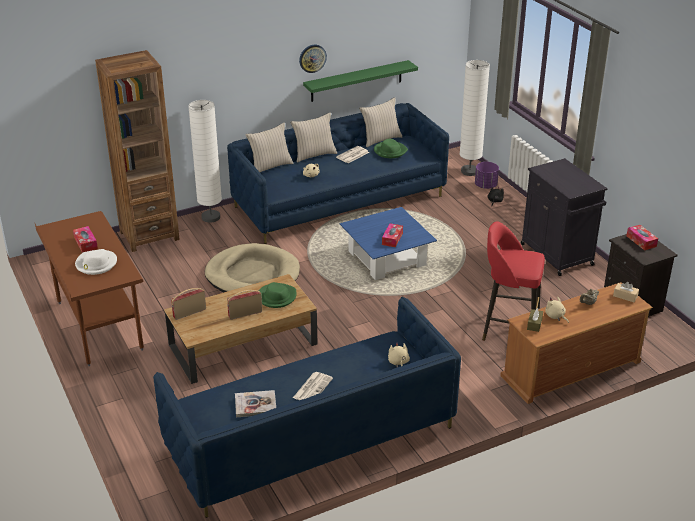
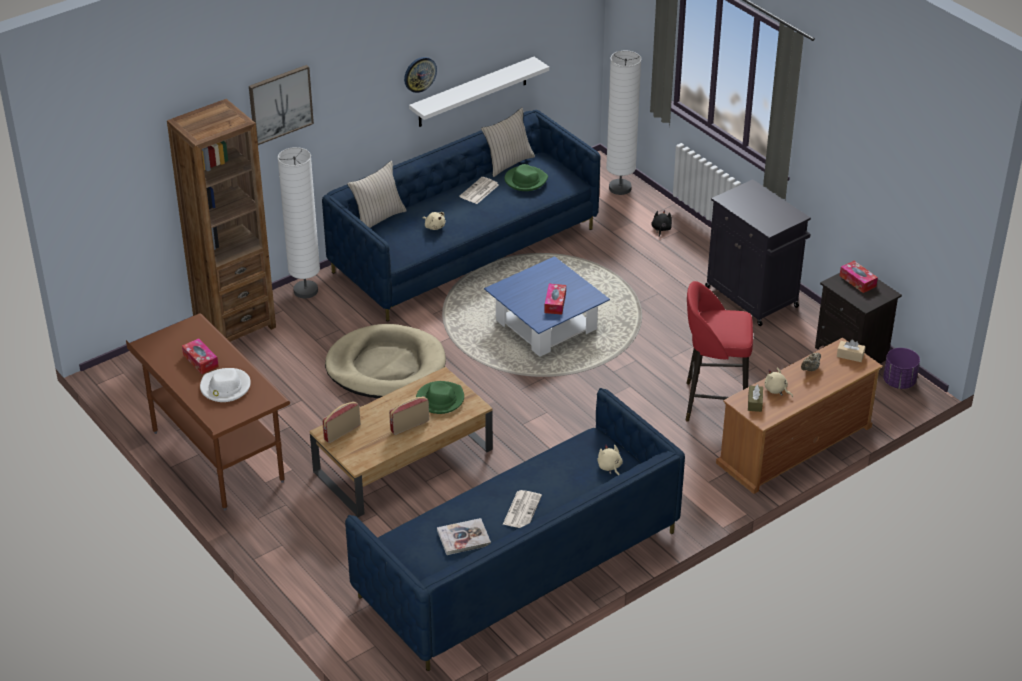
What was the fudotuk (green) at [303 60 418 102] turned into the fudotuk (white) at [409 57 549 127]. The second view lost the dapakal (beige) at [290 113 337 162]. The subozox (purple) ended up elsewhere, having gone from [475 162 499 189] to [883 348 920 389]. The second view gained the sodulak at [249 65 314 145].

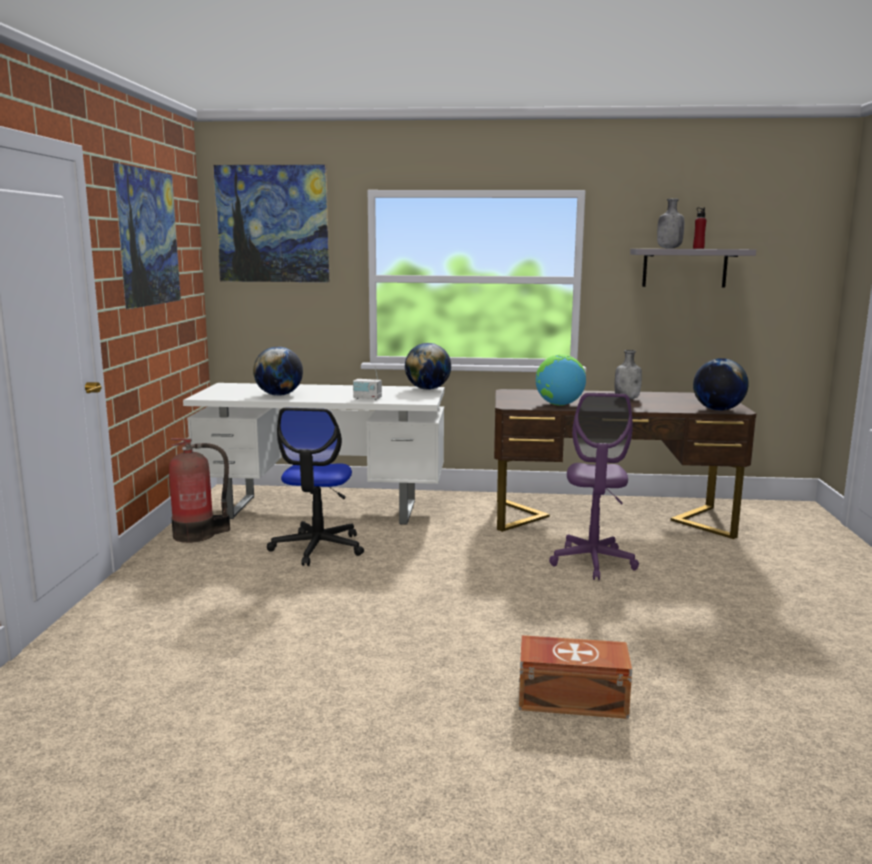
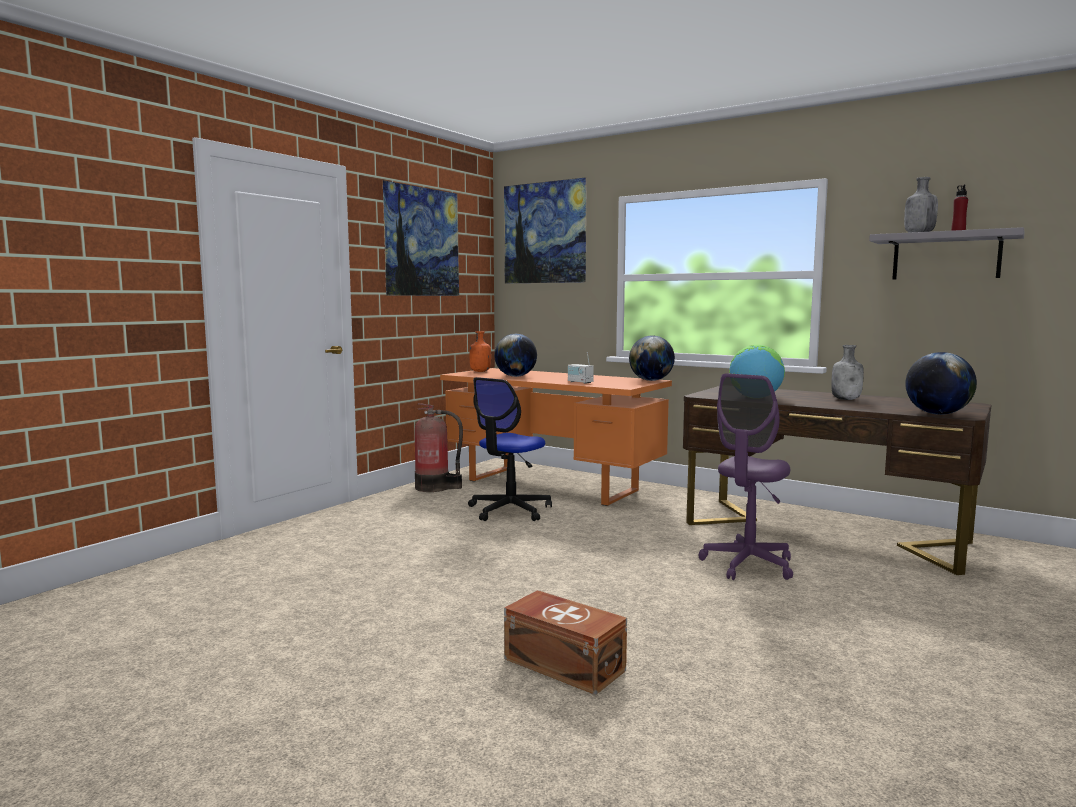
What was the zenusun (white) at [183 383 444 525] turned into the zenusun (orange) at [440 368 672 506]. The second view gained the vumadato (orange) at [469 331 491 372].

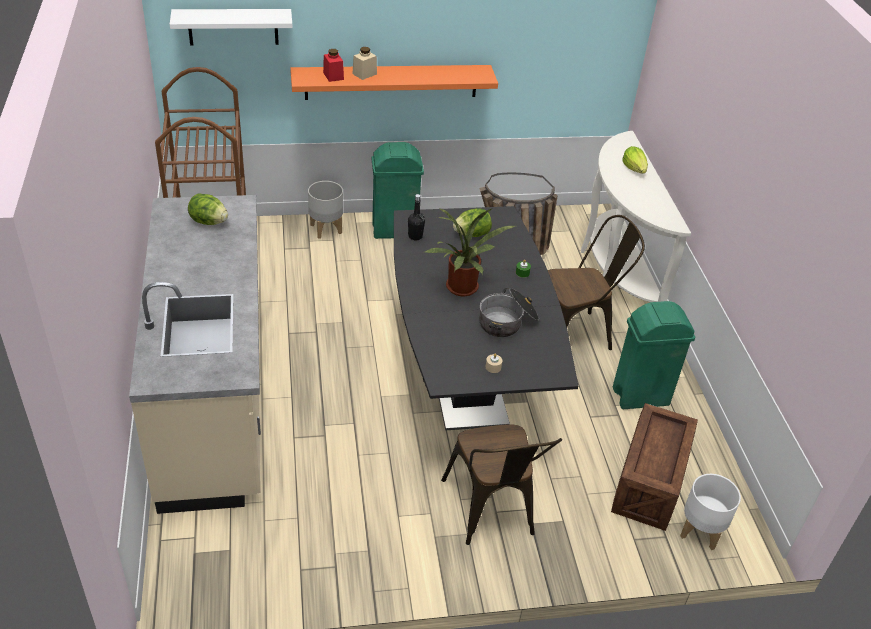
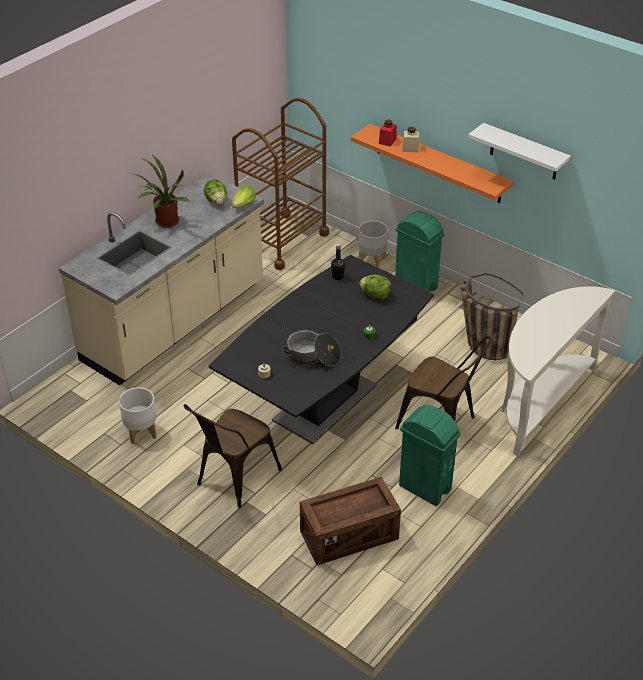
The fudotuk (white) ended up elsewhere, having gone from [170 9 293 45] to [468 123 571 180]. The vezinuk ended up elsewhere, having gone from [622 146 648 174] to [232 186 256 208]. The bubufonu ended up elsewhere, having gone from [425 208 515 296] to [134 155 190 228]. The subozox (white) ended up elsewhere, having gone from [680 474 741 550] to [119 387 157 444].

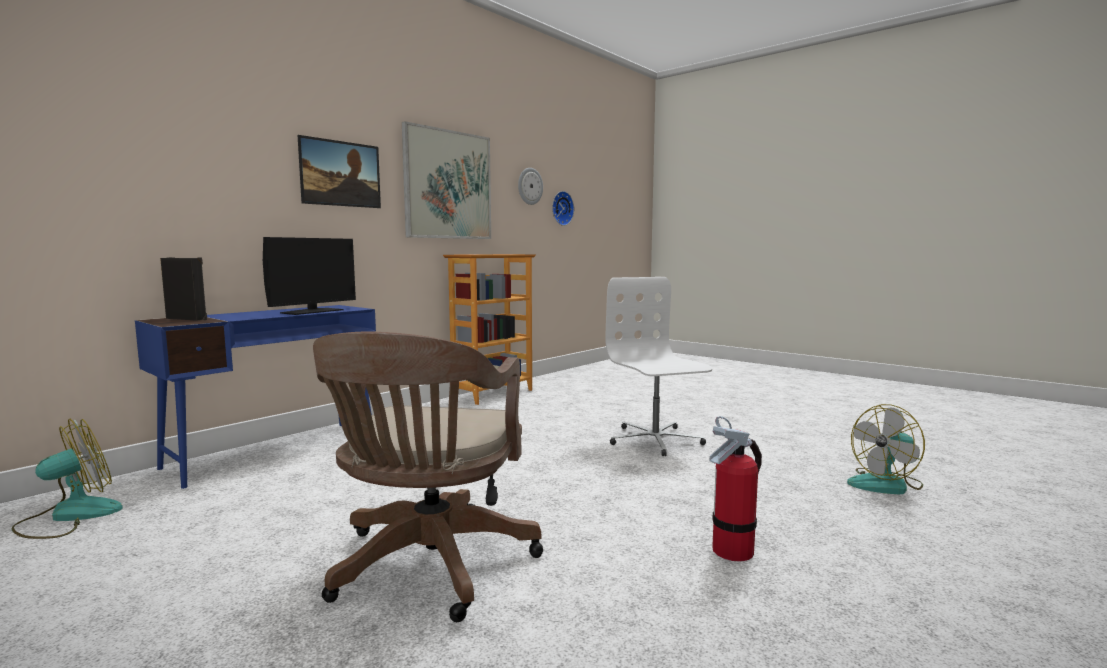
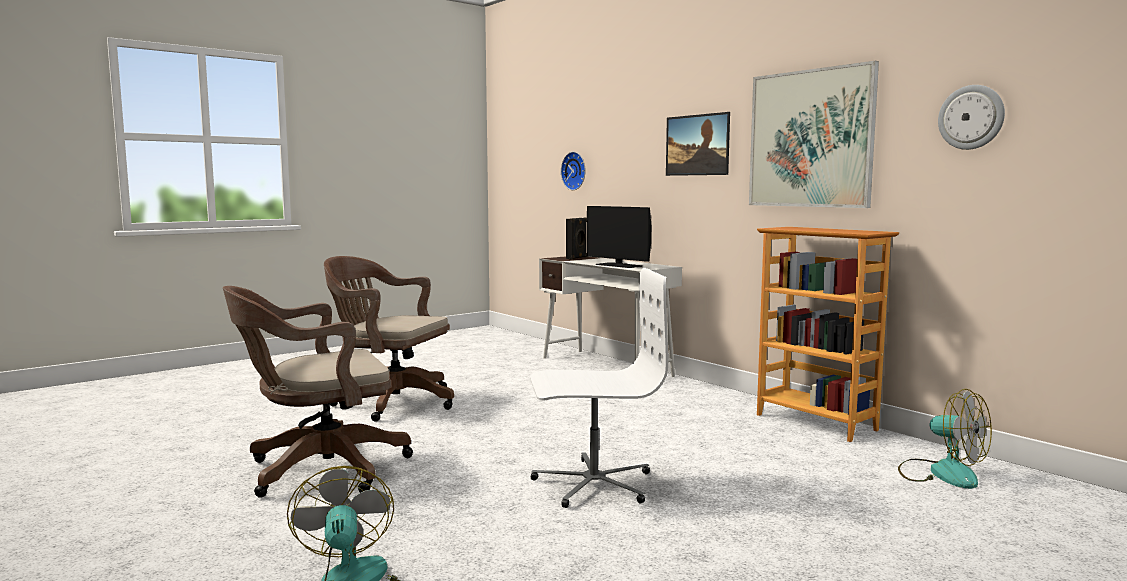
The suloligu ended up elsewhere, having gone from [552 191 574 226] to [561 152 586 190]. What was the zenusun (blue) at [135 305 376 489] turned into the zenusun (white) at [539 256 682 377]. Where the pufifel stood at [710 416 762 562], the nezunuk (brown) came to stand at [223 286 413 498]. The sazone ended up elsewhere, having gone from [11 418 123 539] to [898 389 992 489].

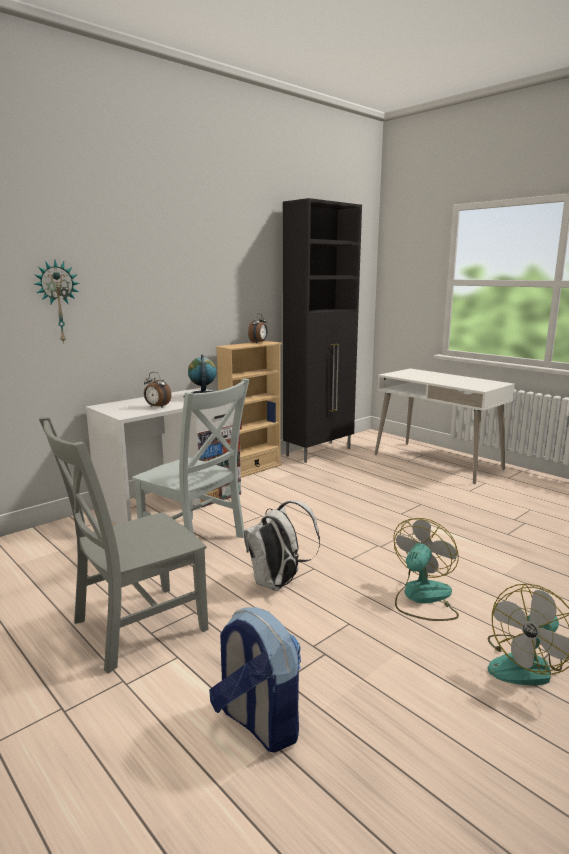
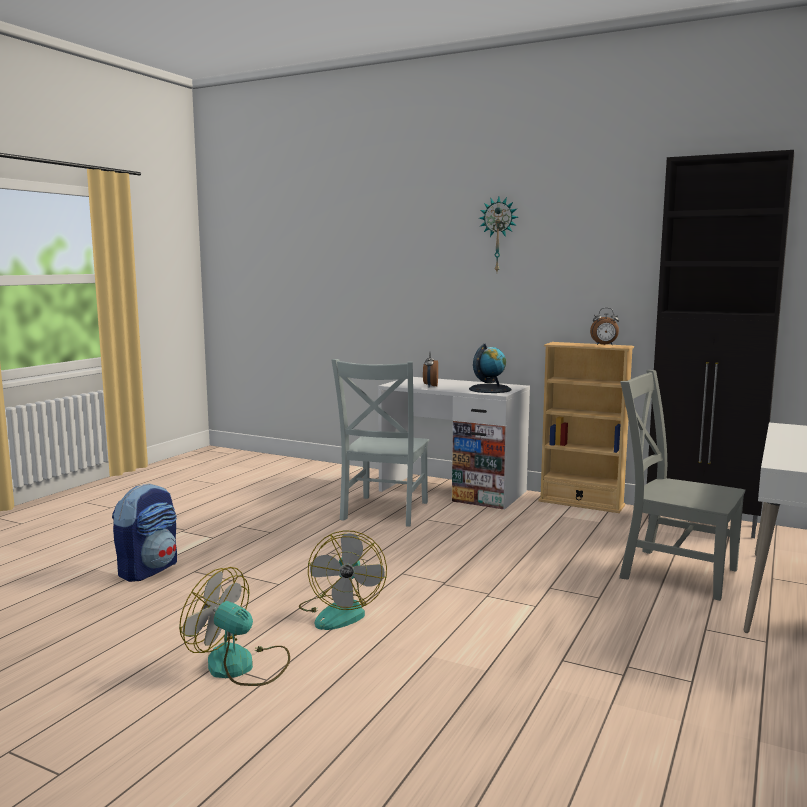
The suloligu ended up elsewhere, having gone from [34 260 80 344] to [479 197 518 271]. The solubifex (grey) ended up elsewhere, having gone from [39 417 209 673] to [619 370 745 601]. The second view lost the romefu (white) at [243 500 320 591]. The sazone at [393 518 459 621] ended up facing another way, 75 degrees clockwise from before.

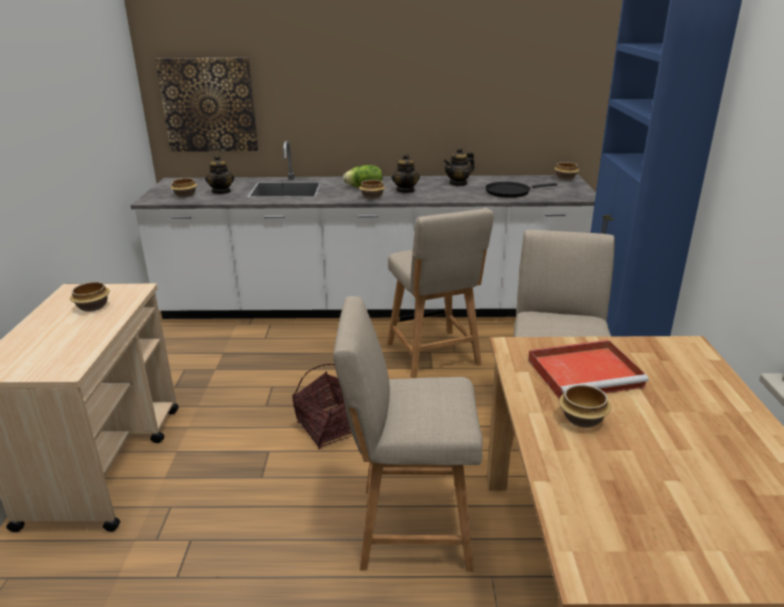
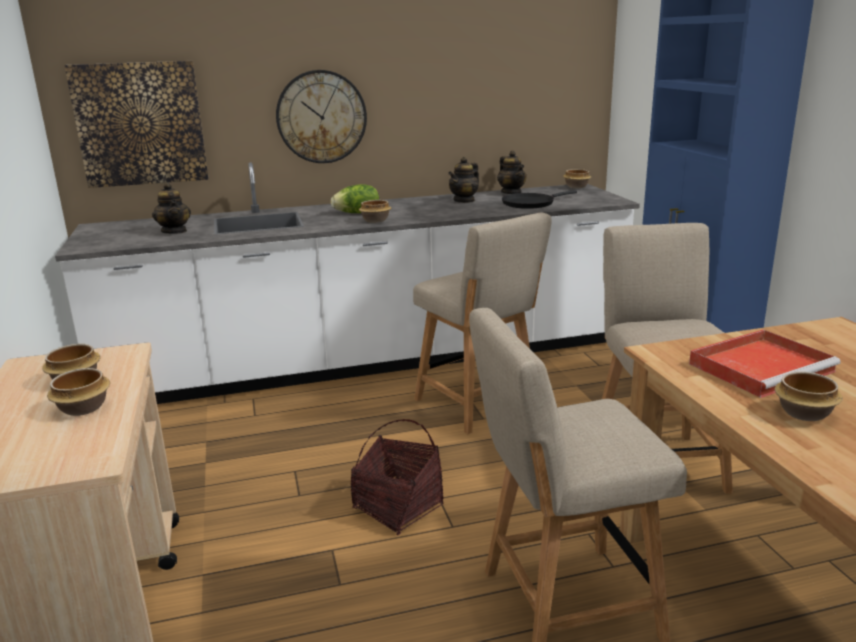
The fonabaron ended up elsewhere, having gone from [392 153 420 193] to [497 151 527 194]. The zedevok ended up elsewhere, having gone from [170 178 197 198] to [47 368 110 416]. The second view gained the suloligu at [276 70 367 163].

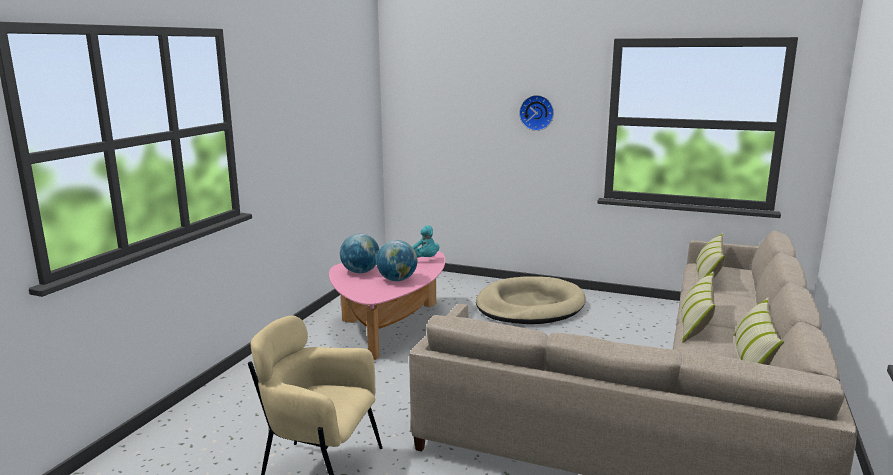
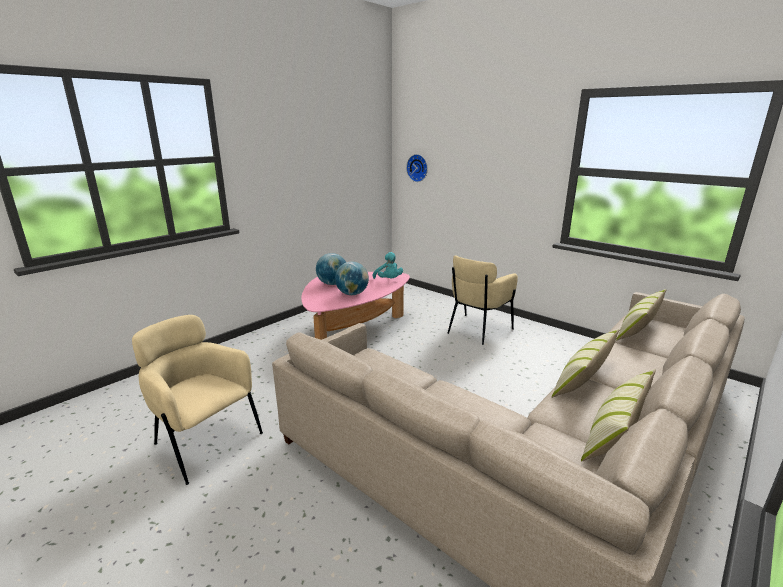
The suloligu ended up elsewhere, having gone from [519 95 554 131] to [406 154 428 182]. Where the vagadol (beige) stood at [476 277 586 324], the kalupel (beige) came to stand at [447 256 518 345].

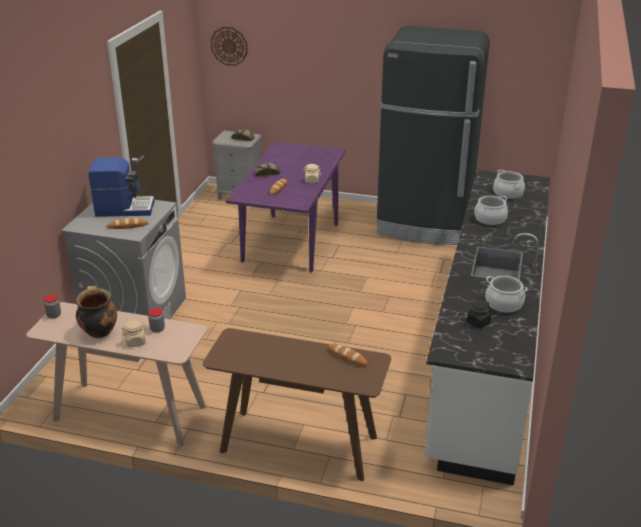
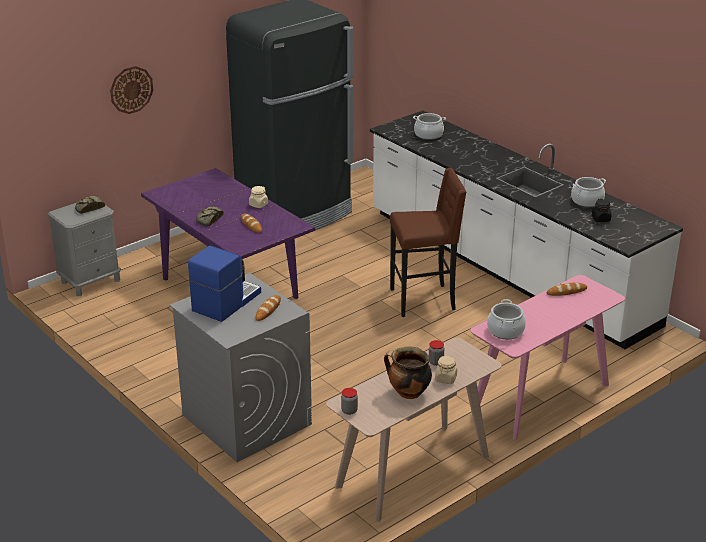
The suloligu ended up elsewhere, having gone from [211 27 248 66] to [110 66 153 114]. The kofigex ended up elsewhere, having gone from [474 195 508 226] to [487 299 526 339]. What was the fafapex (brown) at [203 328 391 481] turned into the fafapex (pink) at [470 275 625 440]. The second view gained the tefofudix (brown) at [390 168 466 317].

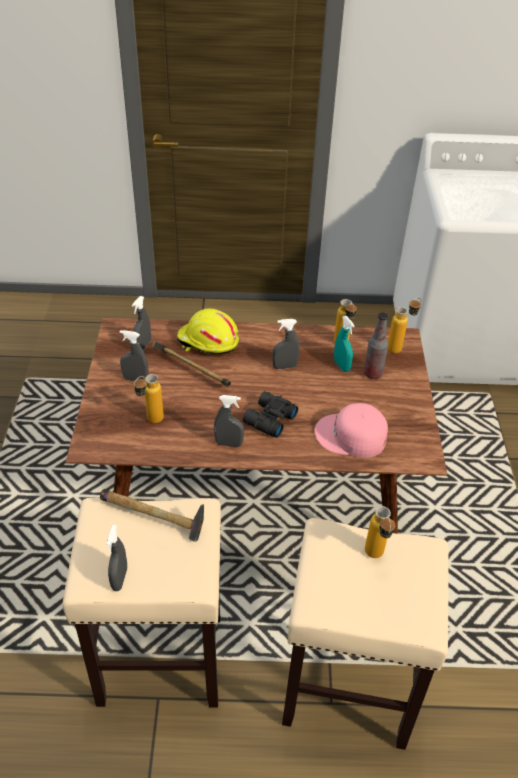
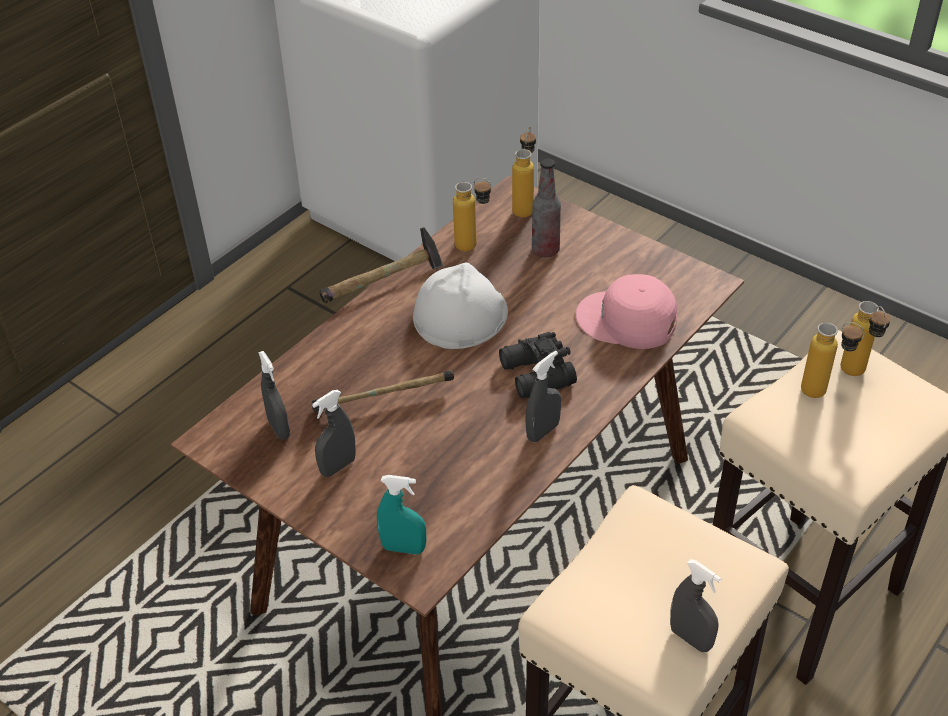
The second view lost the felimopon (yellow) at [177 308 239 354]. The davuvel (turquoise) ended up elsewhere, having gone from [334 316 355 372] to [377 475 426 554]. Where the davuvel (grey) stood at [272 319 300 369], the felimopon (white) came to stand at [413 262 508 349]. The vumadato ended up elsewhere, having gone from [133 374 164 423] to [840 301 891 376]. The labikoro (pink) at [315 403 388 458] ended up facing another way, 60 degrees clockwise from before. The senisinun ended up elsewhere, having gone from [100 489 204 542] to [319 227 443 303].

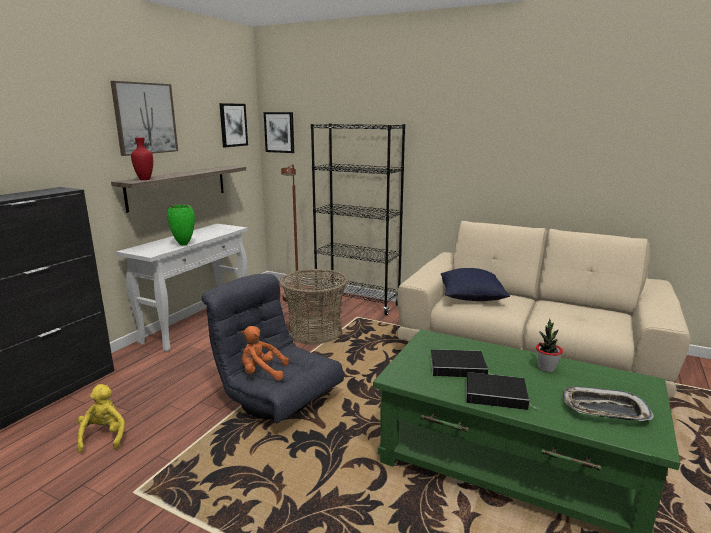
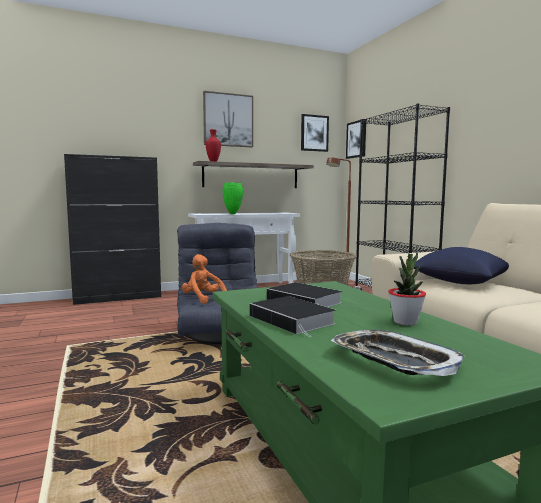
The second view lost the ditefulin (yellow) at [77 384 125 453].

